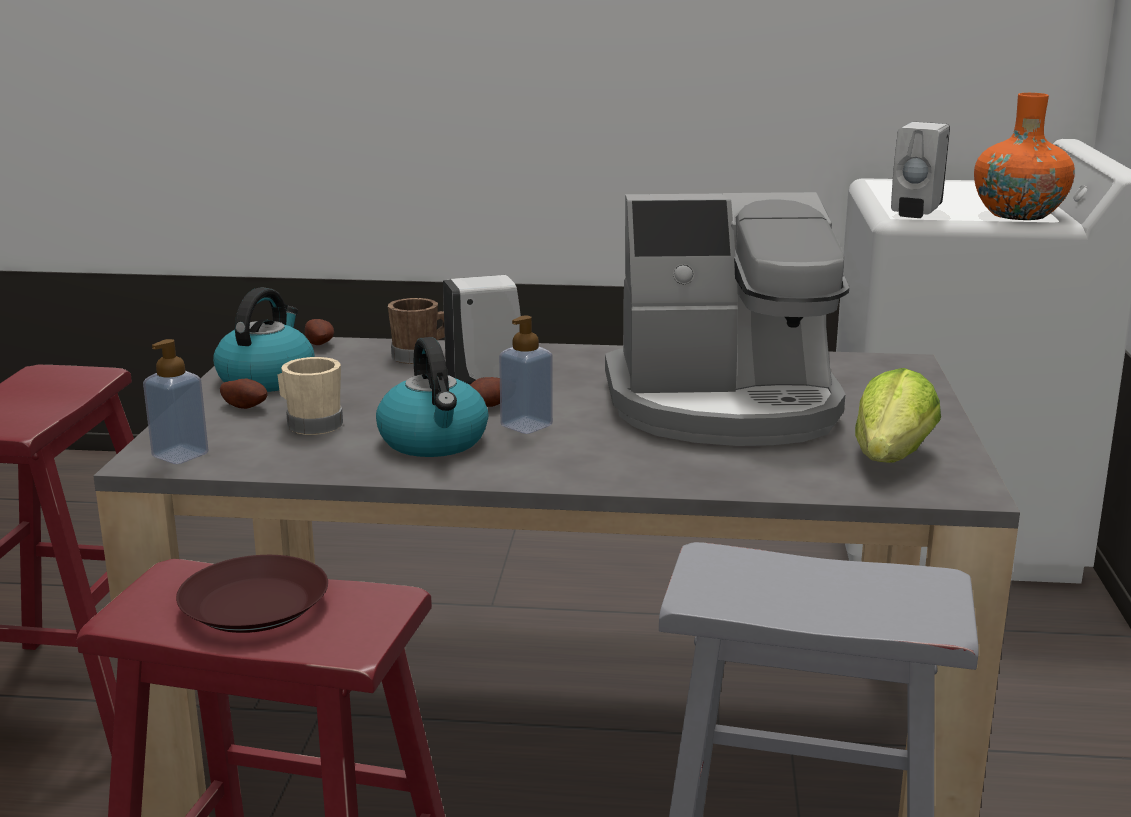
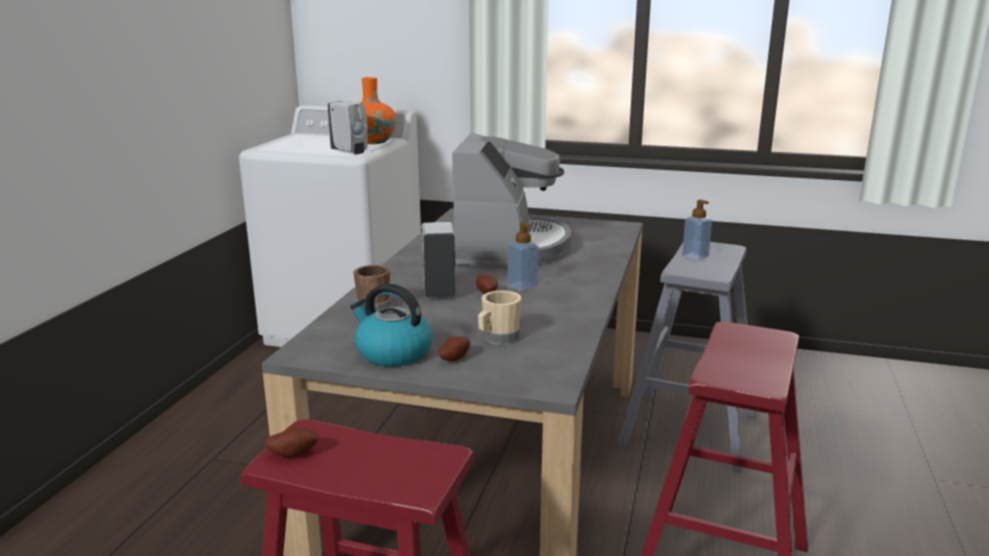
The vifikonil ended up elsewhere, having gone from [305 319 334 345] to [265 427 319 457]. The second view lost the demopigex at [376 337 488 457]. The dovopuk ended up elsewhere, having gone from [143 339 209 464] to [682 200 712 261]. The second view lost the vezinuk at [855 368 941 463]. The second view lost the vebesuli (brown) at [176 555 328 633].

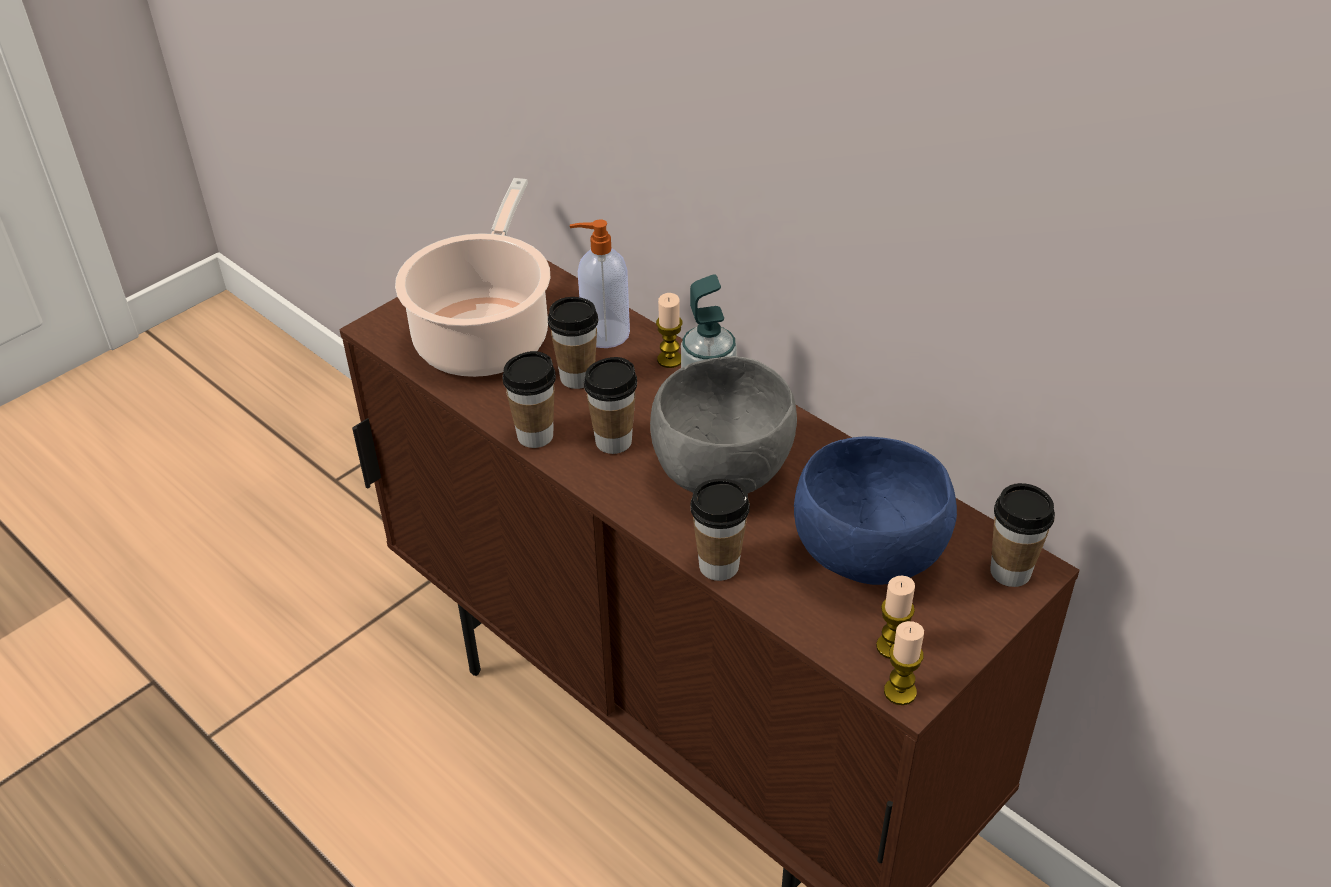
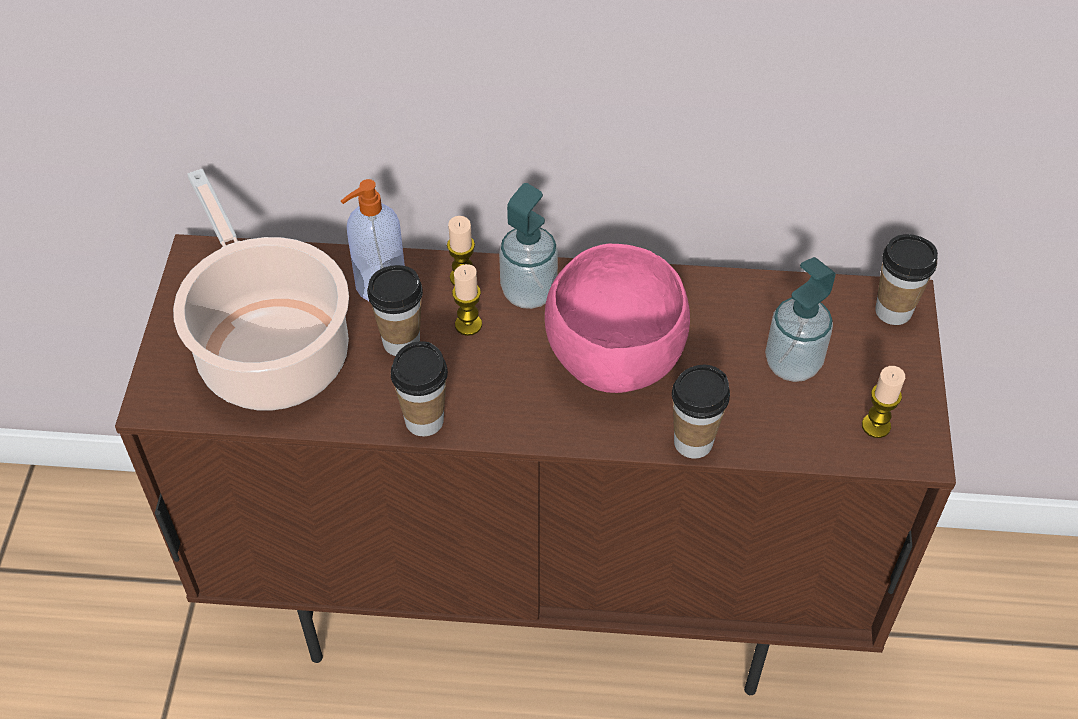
What was the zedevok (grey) at [650 356 797 494] turned into the zedevok (pink) at [545 244 690 393]. The second view lost the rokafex at [584 357 637 454]. Where the zedevok (blue) stood at [794 436 957 585], the dovopuk came to stand at [765 257 836 382]. The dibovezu ended up elsewhere, having gone from [884 621 924 705] to [452 264 482 336].

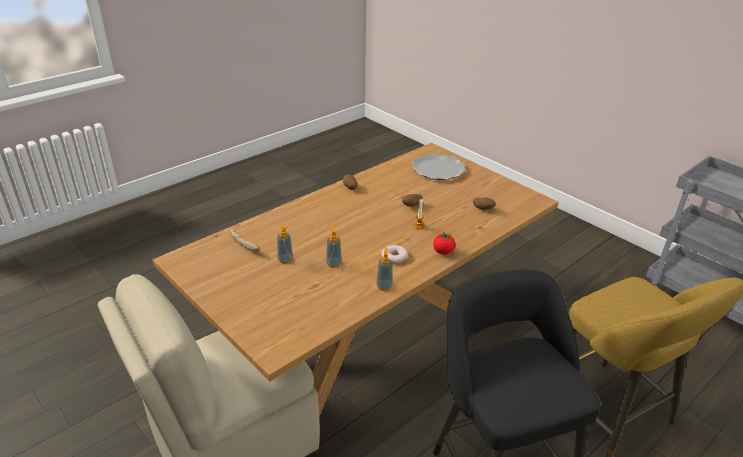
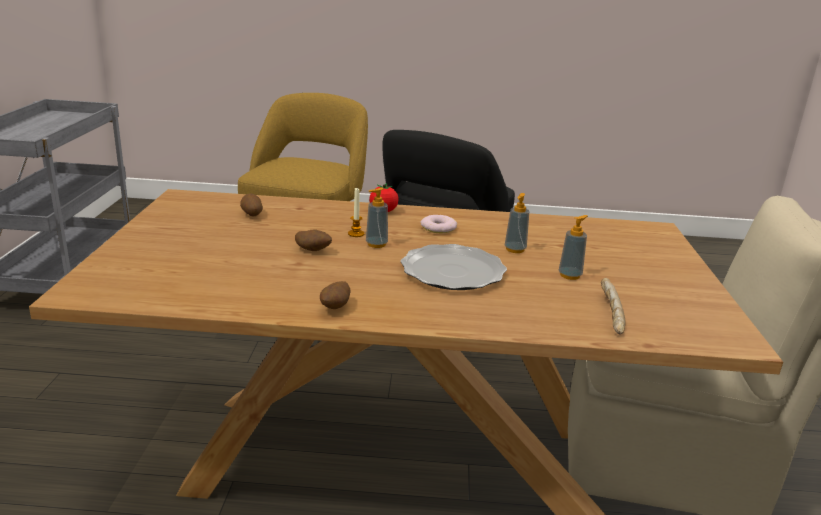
The vebesuli ended up elsewhere, having gone from [412 154 465 180] to [400 244 507 290]. The dovopuk ended up elsewhere, having gone from [376 248 393 291] to [366 188 388 248].

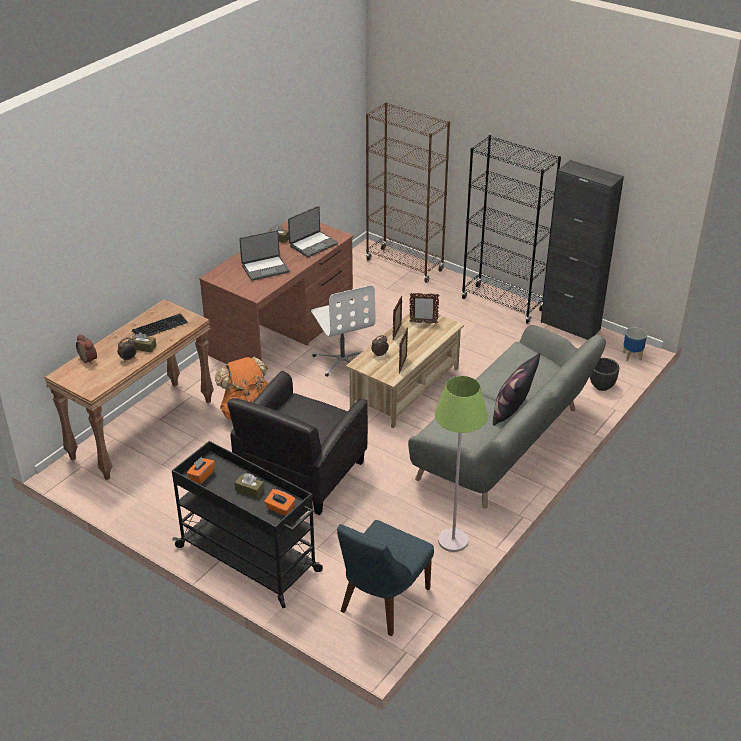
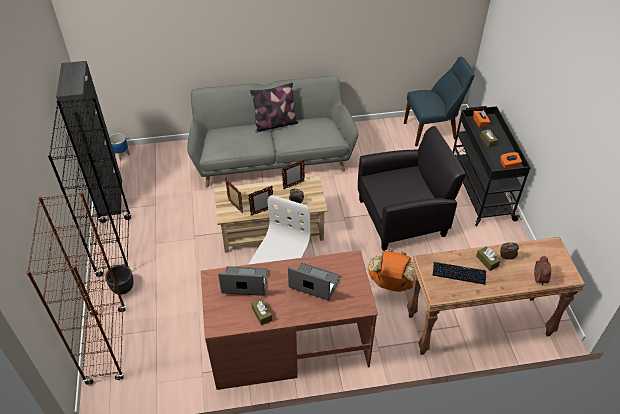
The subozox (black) ended up elsewhere, having gone from [590 358 619 391] to [105 265 134 295]. The second view lost the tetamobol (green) at [435 376 488 552].

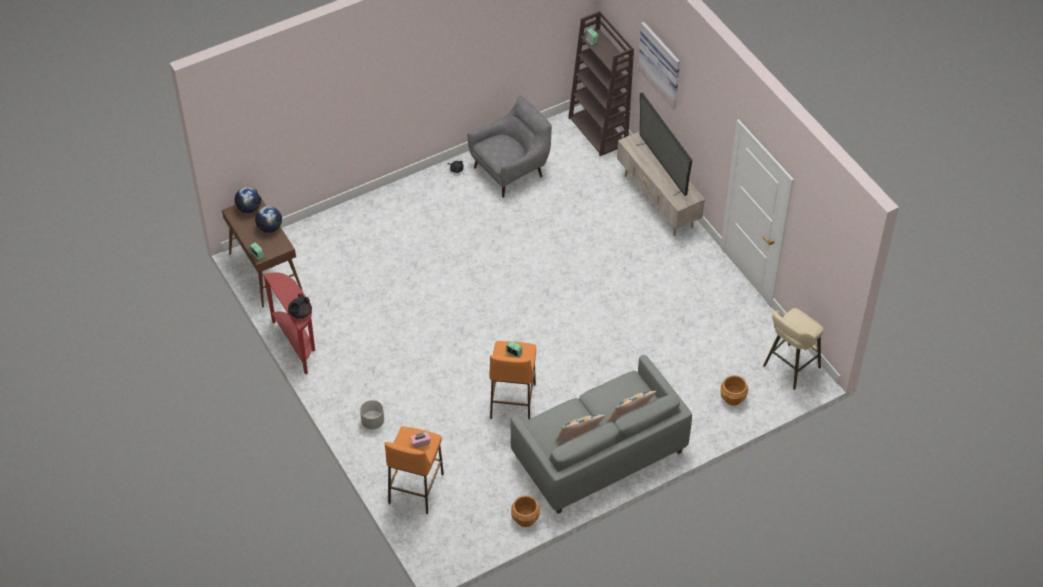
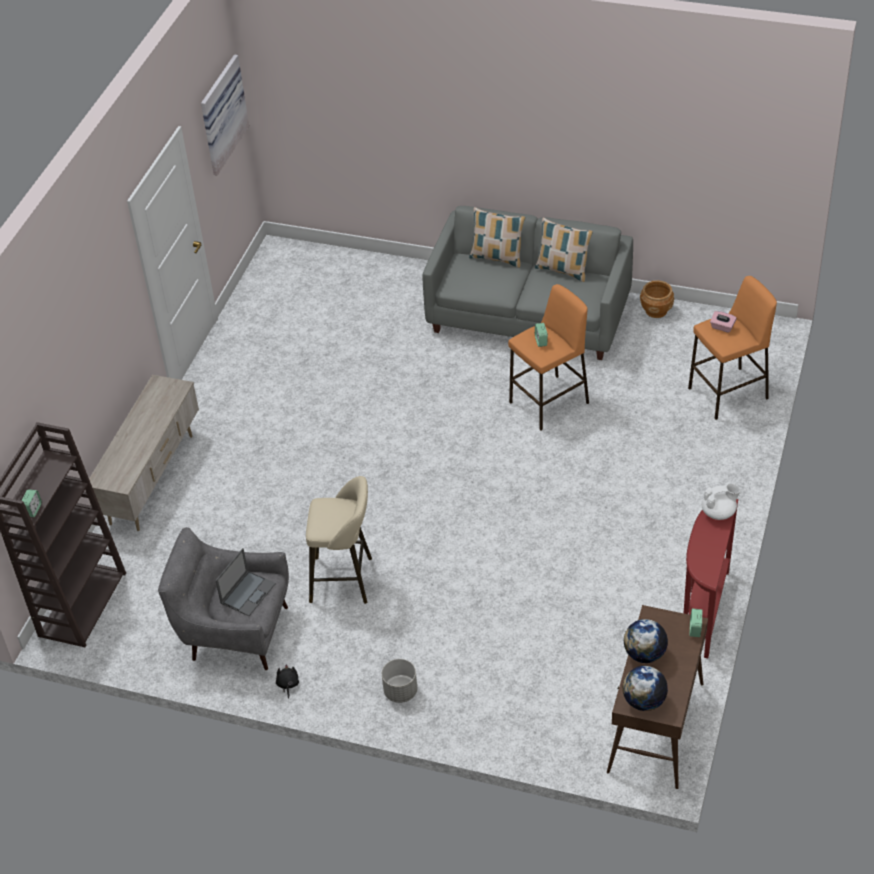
The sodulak ended up elsewhere, having gone from [638 22 680 110] to [201 54 249 175]. The second view lost the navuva at [636 93 692 196]. What was the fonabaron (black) at [288 294 312 319] turned into the fonabaron (white) at [702 483 741 520]. The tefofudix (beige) ended up elsewhere, having gone from [763 308 824 390] to [306 476 372 604]. The second view lost the subozox (brown) at [721 375 748 406]. The subozox (grey) ended up elsewhere, having gone from [360 400 384 430] to [382 659 417 703]. The second view gained the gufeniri at [215 548 276 616].

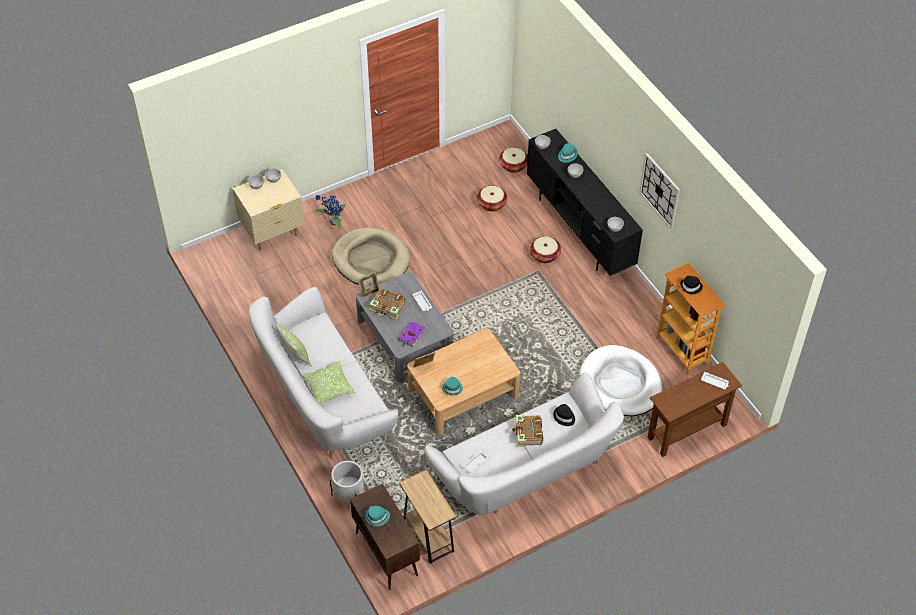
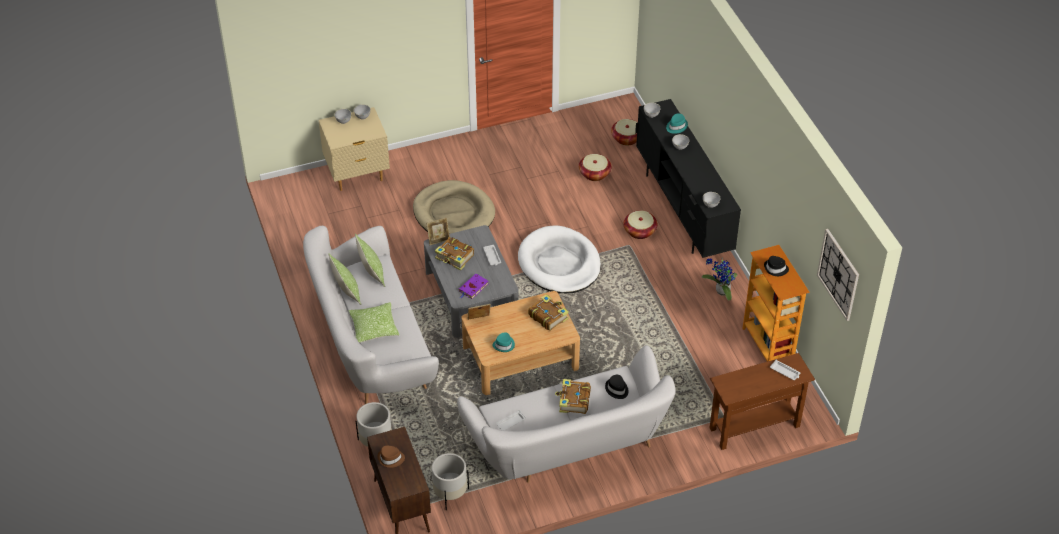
The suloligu ended up elsewhere, having gone from [639 153 680 229] to [817 229 859 321]. The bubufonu ended up elsewhere, having gone from [314 195 346 229] to [702 259 737 300]. The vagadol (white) ended up elsewhere, having gone from [580 345 663 416] to [518 225 601 293]. Where the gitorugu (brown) stood at [399 470 457 564], the subozox (white) came to stand at [432 453 469 510]. What was the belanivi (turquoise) at [365 506 390 526] turned into the belanivi (brown) at [378 446 405 468]. The second view gained the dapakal at [355 234 385 287]. The second view gained the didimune at [528 294 569 331].

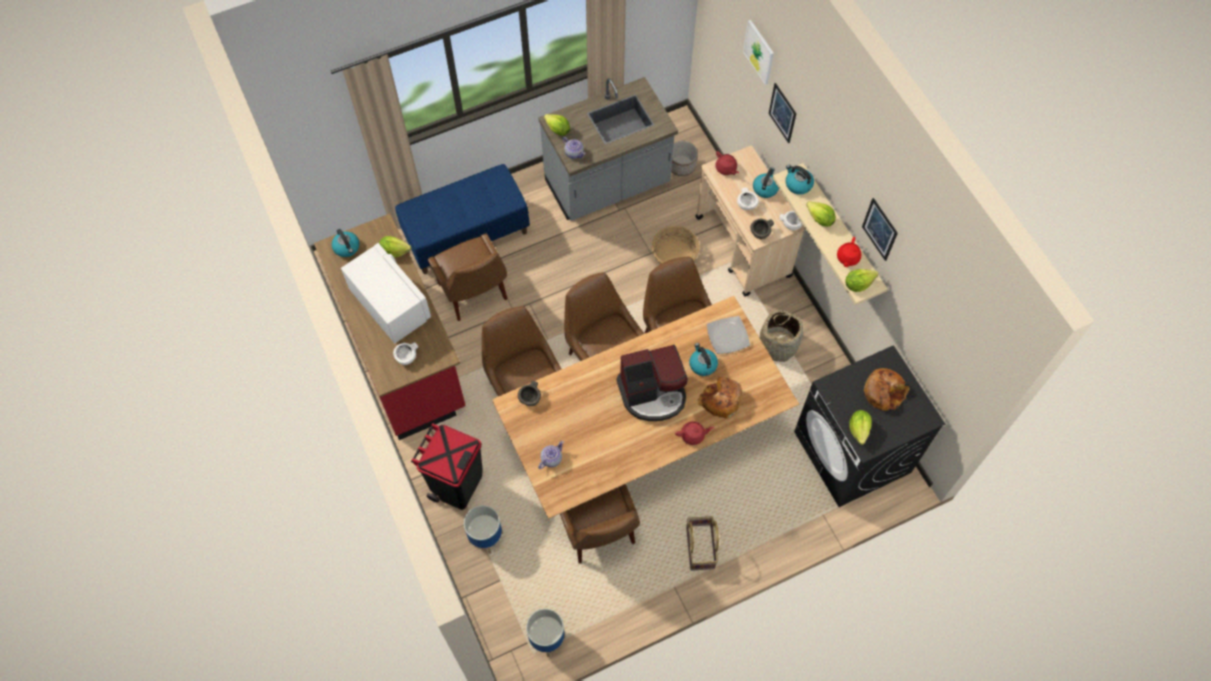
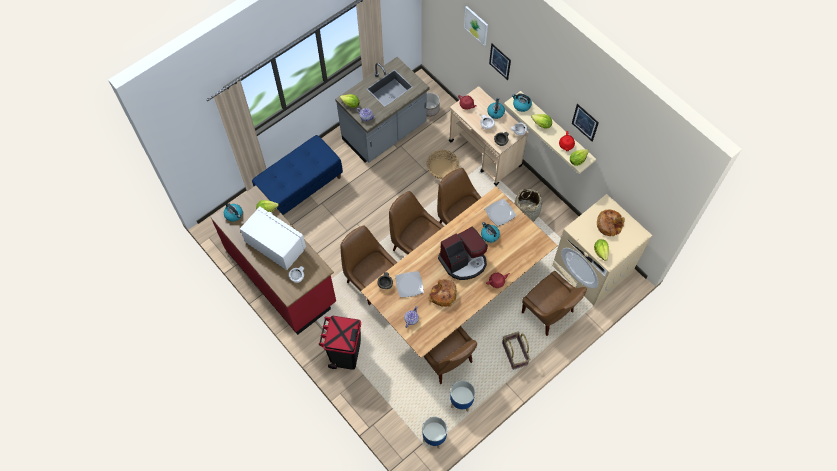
The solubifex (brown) ended up elsewhere, having gone from [428 234 508 321] to [522 271 587 336]. What was the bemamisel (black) at [794 345 945 507] turned into the bemamisel (beige) at [553 194 652 305]. The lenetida ended up elsewhere, having gone from [697 377 742 419] to [428 280 457 307]. The subozox ended up elsewhere, having gone from [464 505 503 554] to [450 380 475 412]. The second view gained the vebesuli at [395 271 424 297].

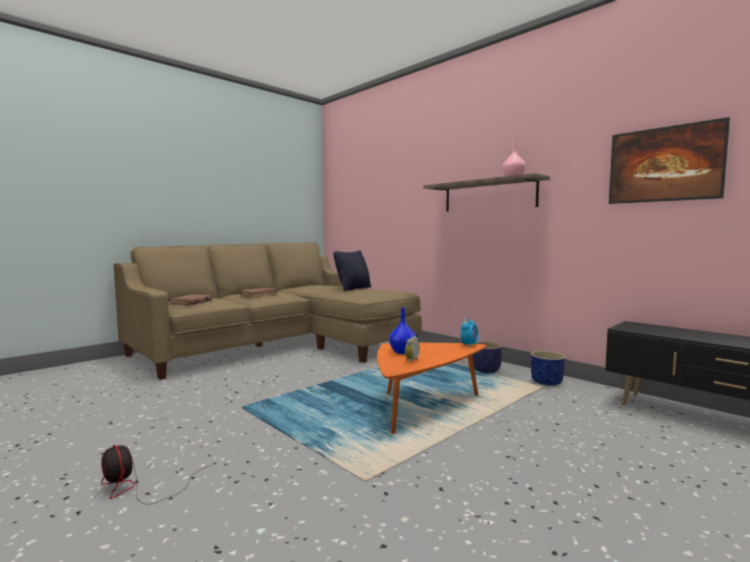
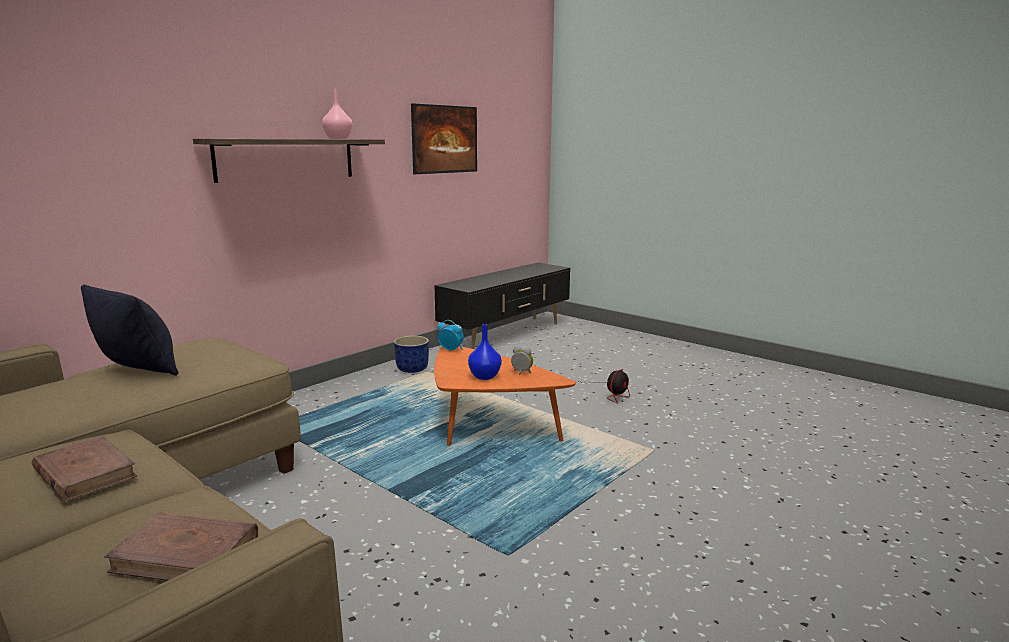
The second view lost the subozox at [472 341 502 373]. The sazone ended up elsewhere, having gone from [101 445 211 505] to [579 370 630 404].

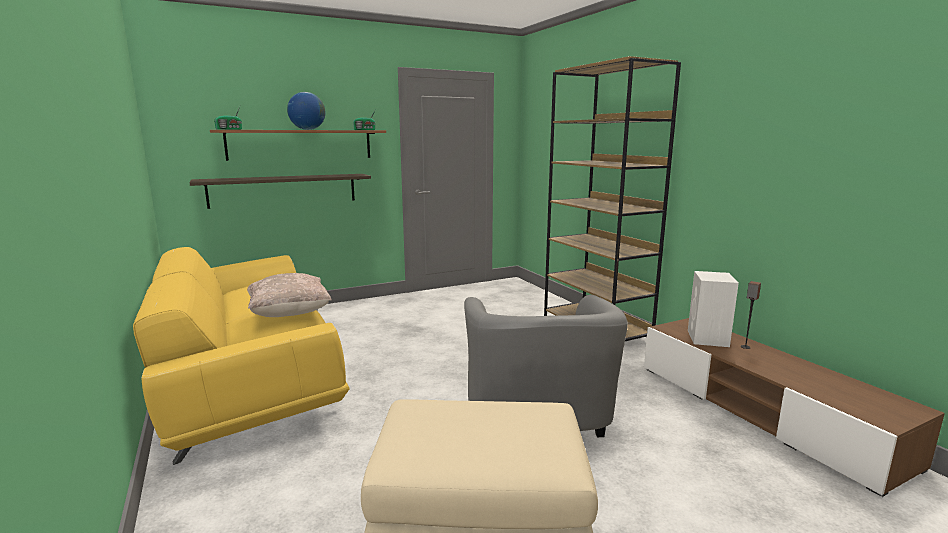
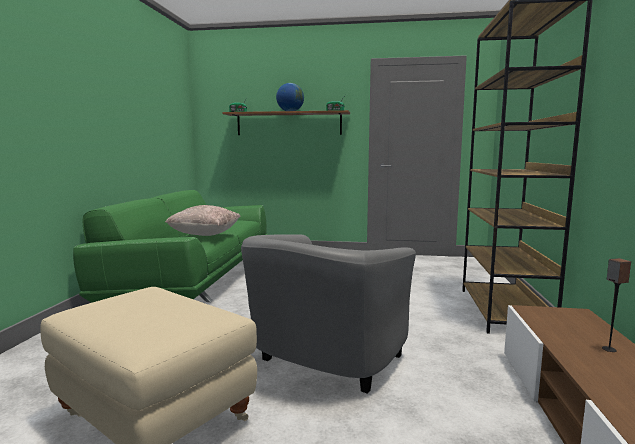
The second view lost the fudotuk at [189 174 371 209]. What was the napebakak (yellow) at [133 247 349 465] turned into the napebakak (green) at [73 190 268 303]. The second view lost the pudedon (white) at [688 271 739 347].

